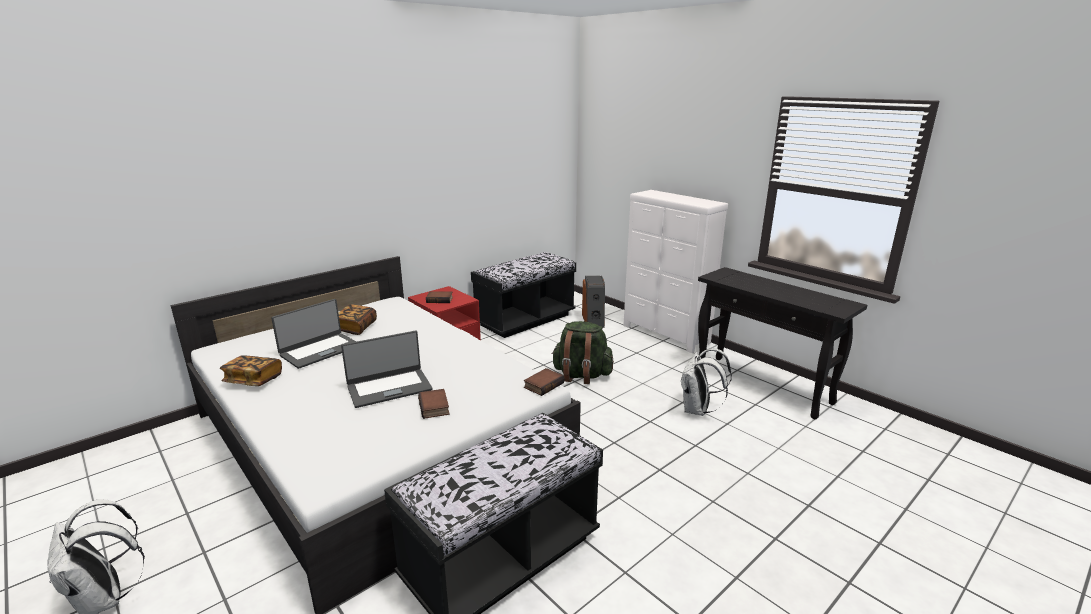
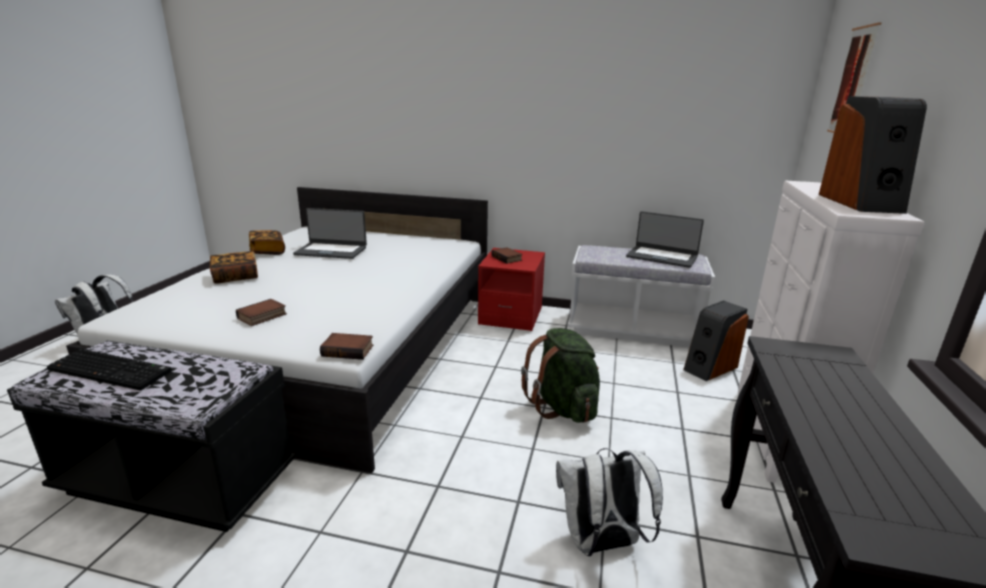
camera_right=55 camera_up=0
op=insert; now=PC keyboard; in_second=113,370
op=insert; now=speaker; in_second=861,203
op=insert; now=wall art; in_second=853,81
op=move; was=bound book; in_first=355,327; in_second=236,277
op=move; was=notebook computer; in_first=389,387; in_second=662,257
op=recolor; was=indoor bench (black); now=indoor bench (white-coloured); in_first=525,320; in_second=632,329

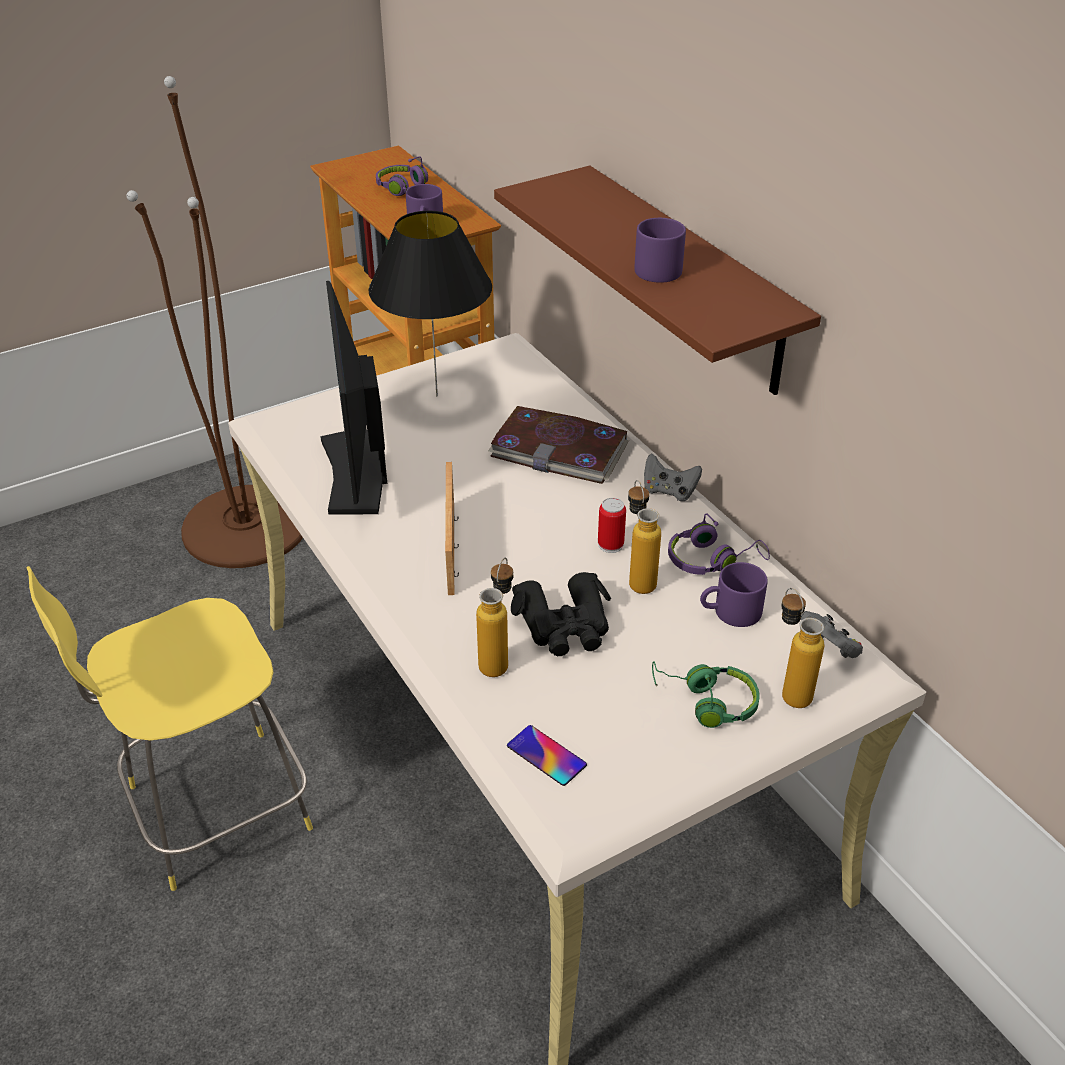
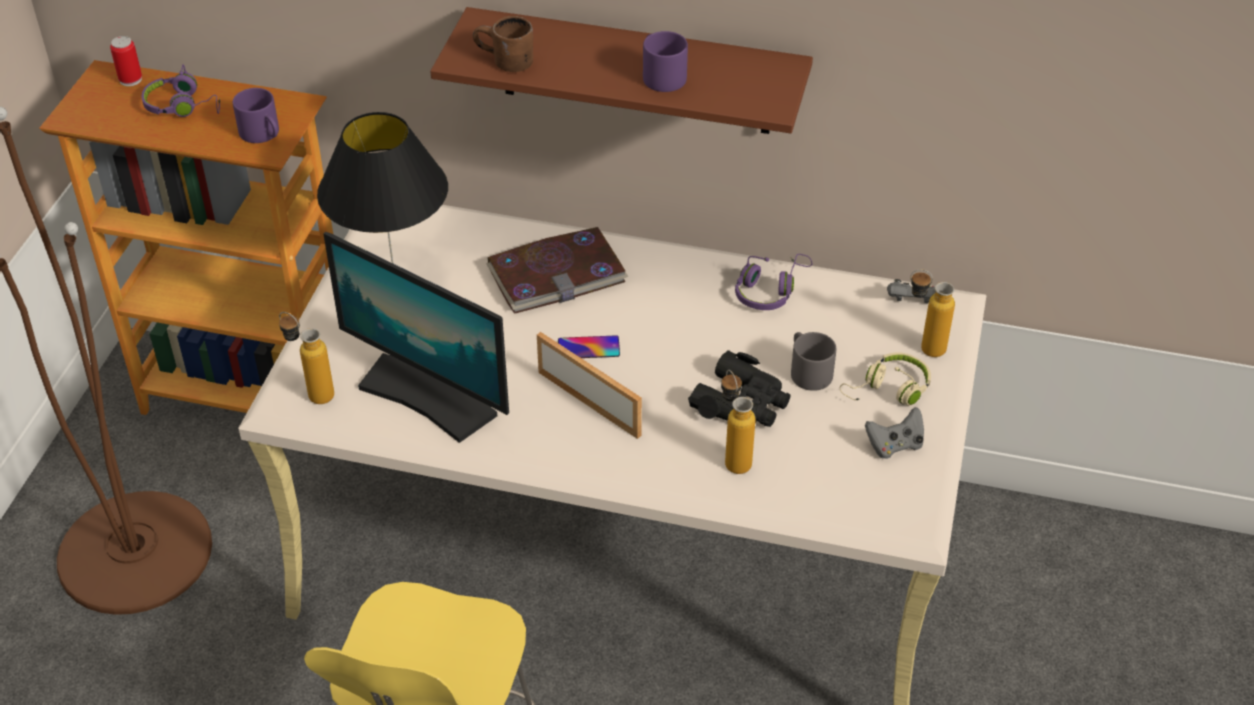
camera_right=-45 camera_up=5
op=delete; was=coffee mug (purple); in_first=730,613
op=insert; now=coffee mug (brown); in_second=504,63
op=insert; now=coffee mug (gray); in_second=807,371
op=move; was=handset; in_first=546,755; in_second=588,348
op=move; was=sealed can; in_first=610,545; in_second=130,79
op=move; was=bottle; in_first=638,578; in_second=312,392
op=move; was=game controller (gray); in_first=669,491; in_second=894,445
op=recolor; was=pair of headphones (greenish); now=pair of headphones (beige-coloured); in_first=706,701; in_second=888,390

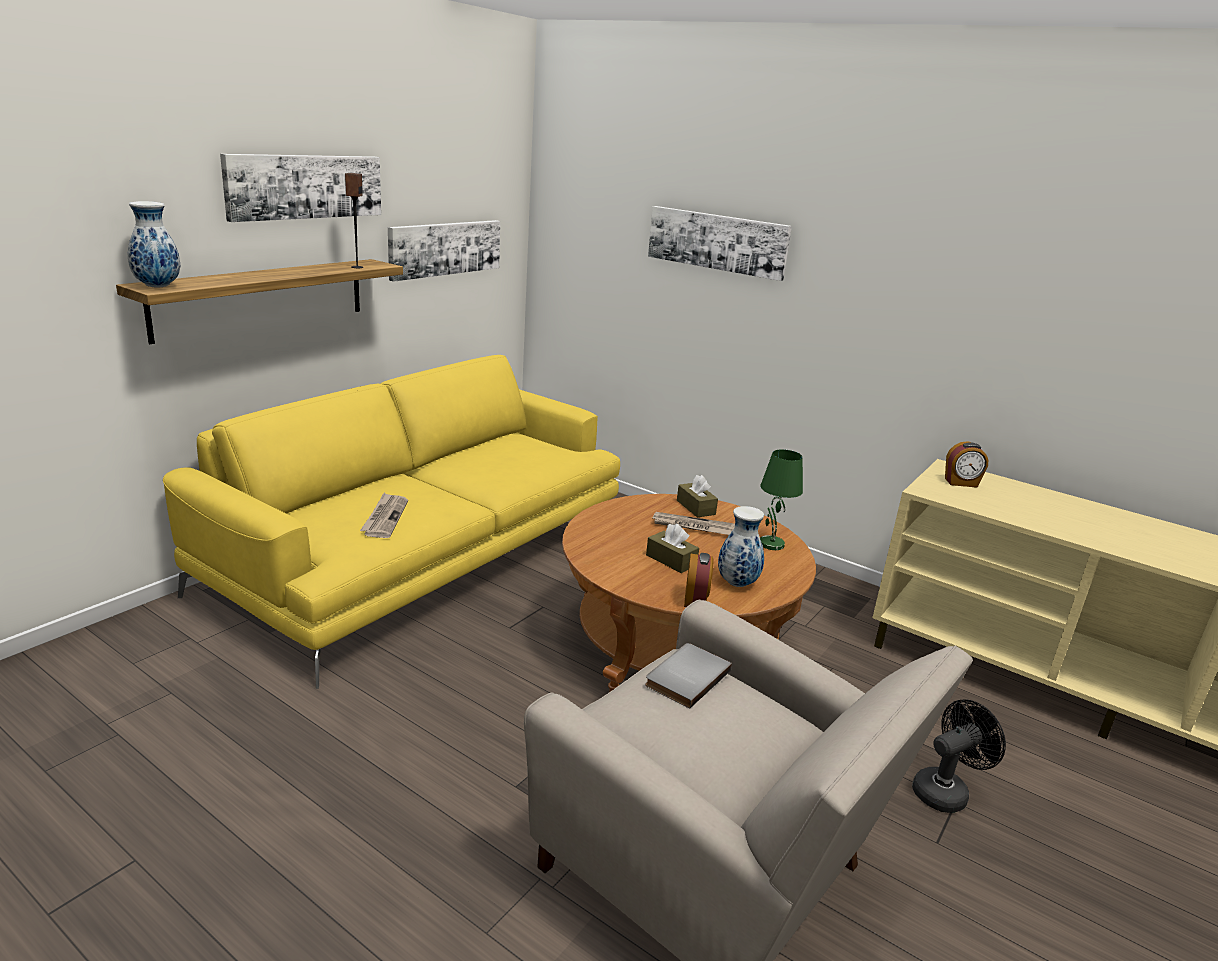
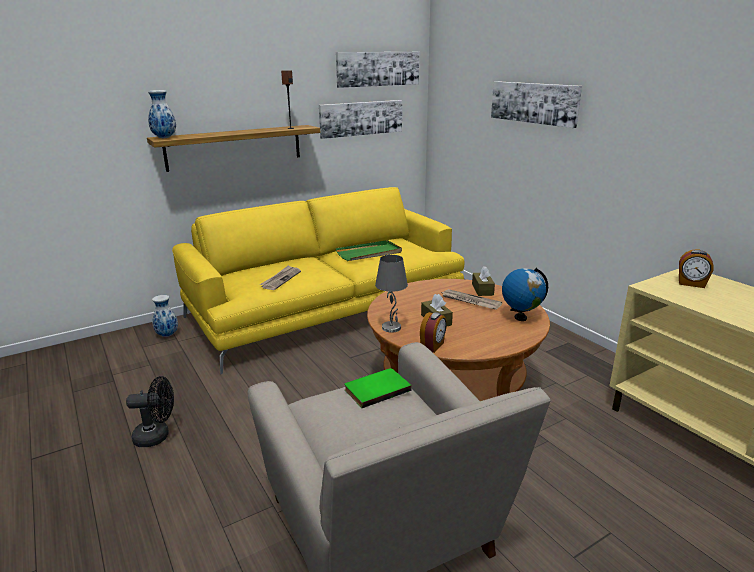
camera_right=25 camera_up=0
op=insert; now=tray (greenish); in_second=369,253
op=insert; now=tabletop lamp (gray); in_second=392,328
op=move; was=wall art; in_first=305,186; in_second=378,69
op=move; was=vase; in_first=736,583; in_second=167,335
op=move; was=electric fan (black); in_first=945,791; in_second=157,436
op=replace; was=tabletop lamp (greenish); now=desk globe; in_first=770,544; in_second=520,317
op=recolor; was=bound book (gray); now=bound book (greenish); in_first=685,676; in_second=376,389

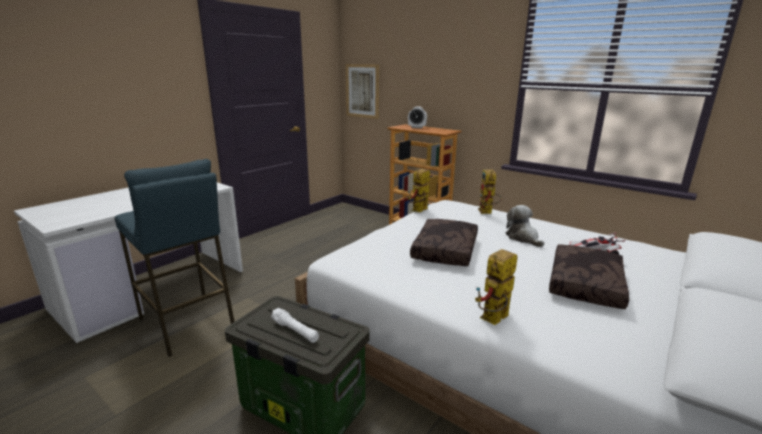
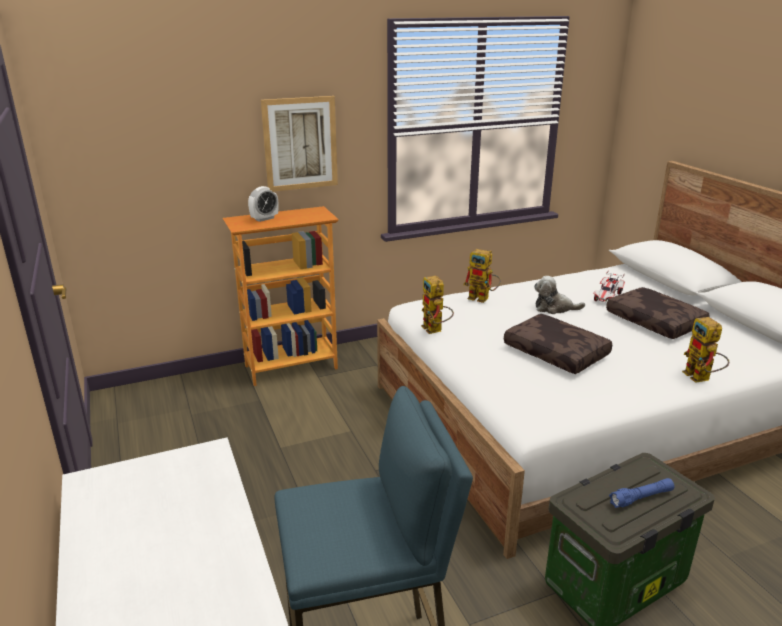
camera_right=-60 camera_up=5
op=move; was=wall art; in_first=362,91; in_second=300,144
op=recolor; was=flashlight (white-coloured); now=flashlight (blue); in_first=295,331; in_second=641,498

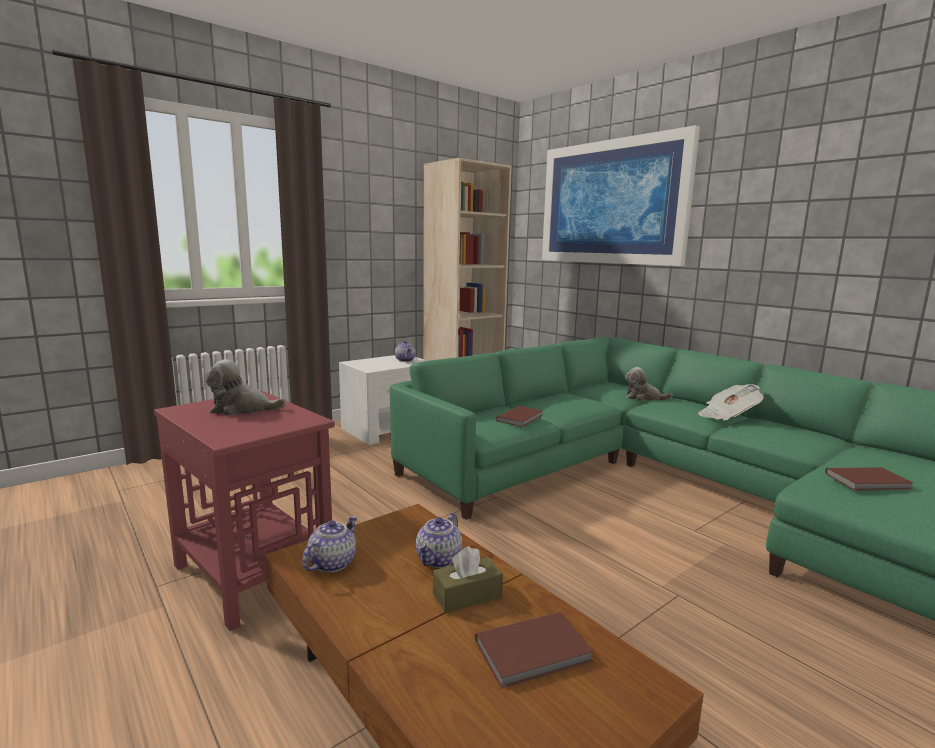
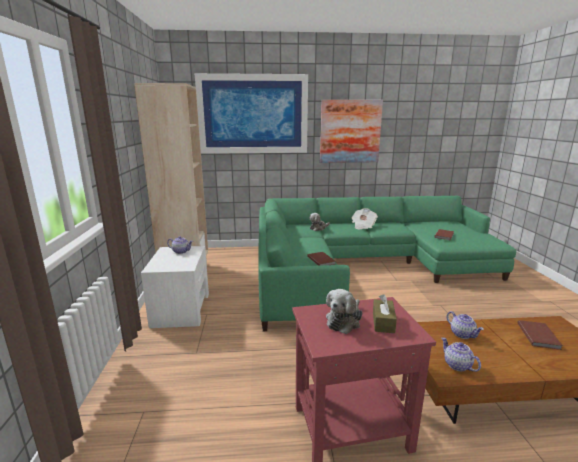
camera_right=-55 camera_up=5
op=insert; now=wall art; in_second=350,131
op=move; was=box of tissues (brown); in_first=467,595; in_second=383,322

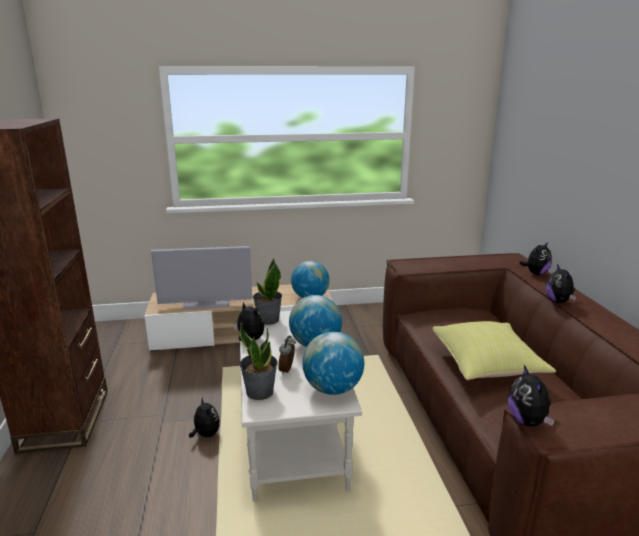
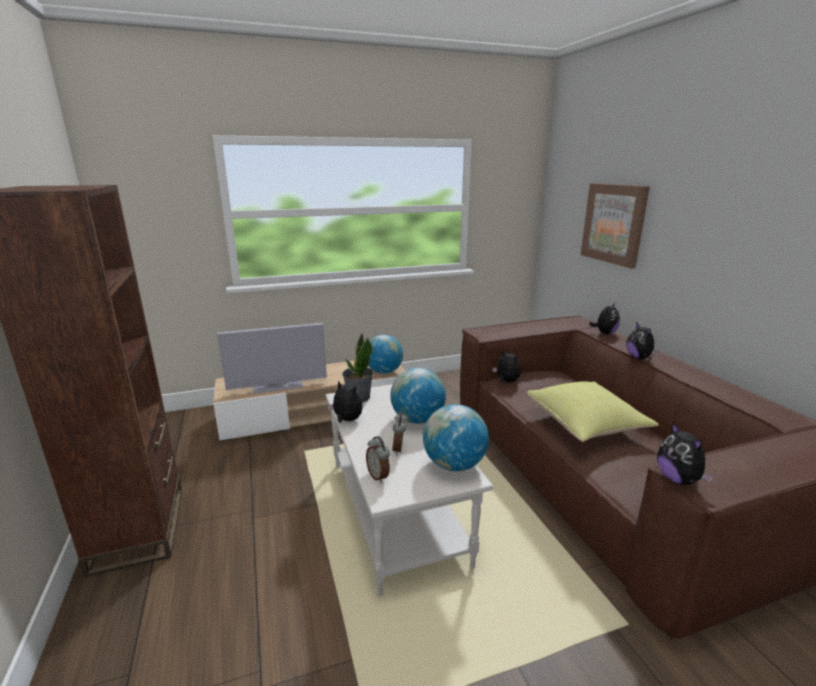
camera_right=-10 camera_up=0
op=insert; now=wall art; in_second=614,223
op=move; was=cuddly toy; in_first=205,434; in_second=506,381
op=replace; was=houseplant; now=alarm clock; in_first=259,392; in_second=378,476

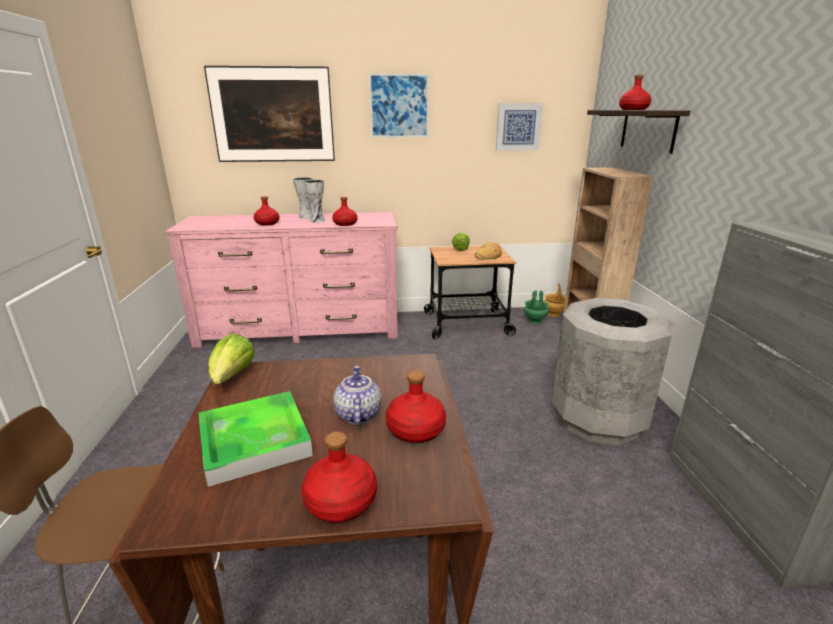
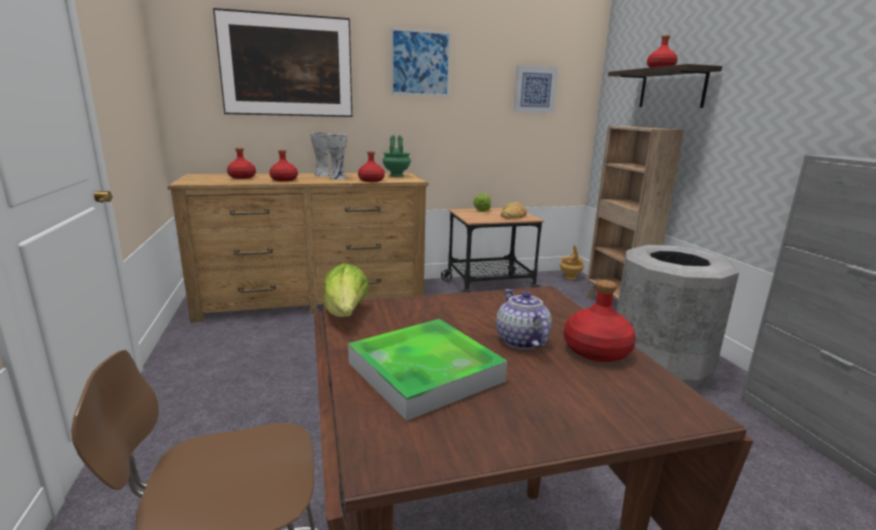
camera_right=-10 camera_up=-5
op=move; was=bottle (red); in_first=340,500; in_second=242,177
op=move; was=vase (greenish); in_first=534,321; in_second=396,176
op=recolor; was=dresser (pink-coloured); now=dresser (brown); in_first=300,329; in_second=313,299

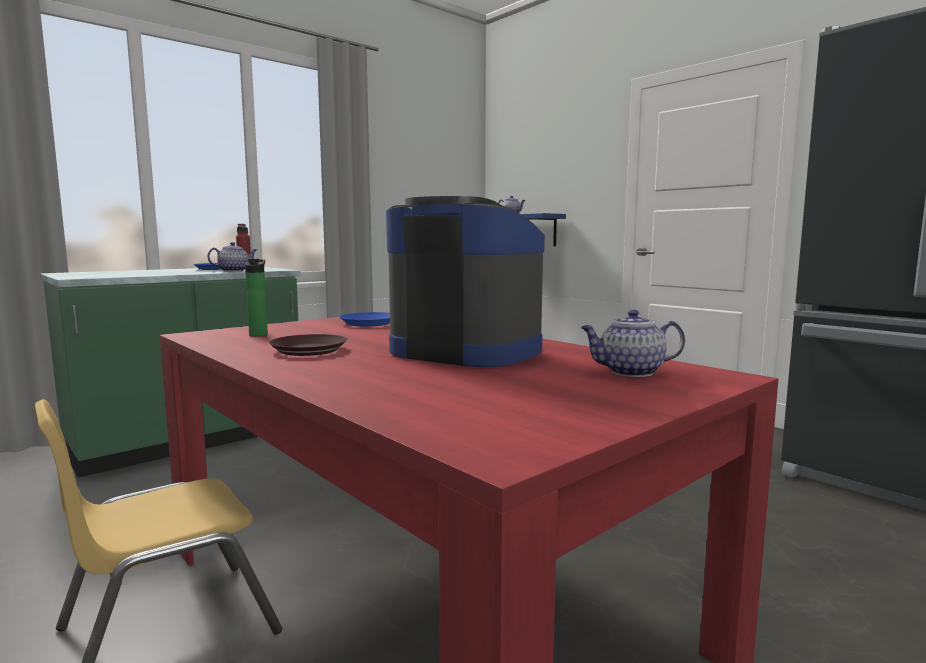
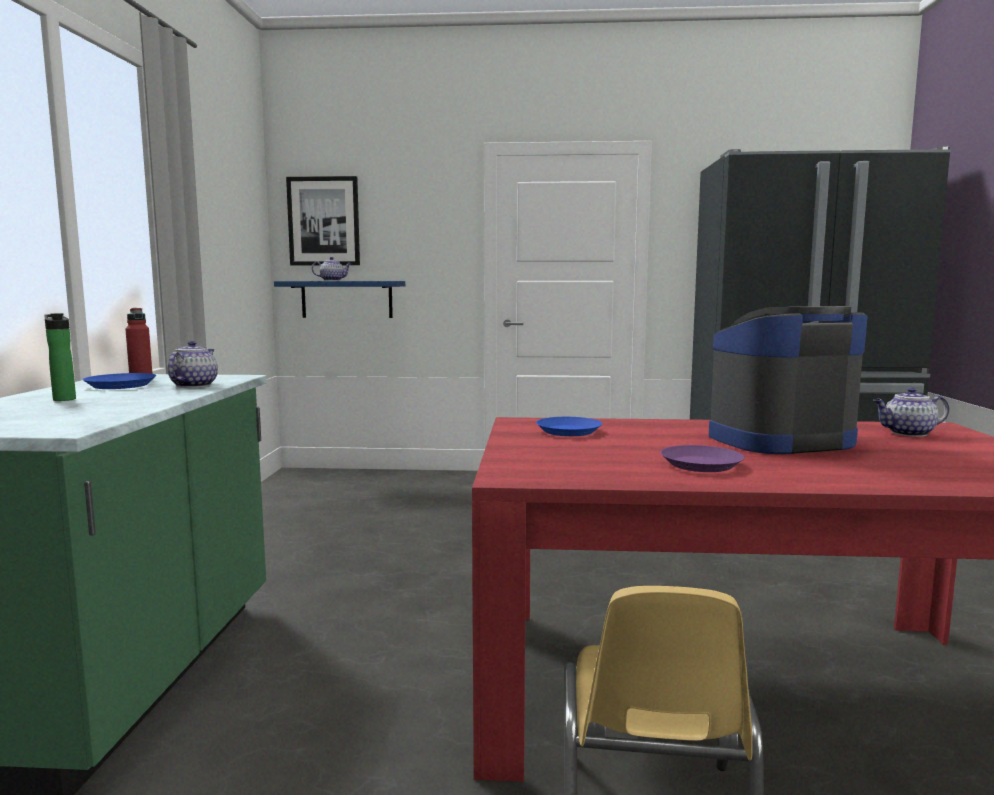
camera_right=-45 camera_up=0
op=insert; now=wall art; in_second=324,221
op=move; was=bottle; in_first=259,334; in_second=63,399
op=recolor; was=dinner plate (brown); now=dinner plate (purple); in_first=309,350; in_second=702,465
op=rotate; was=tea pot; in_first=630,372; in_second=907,433; clockwise=45

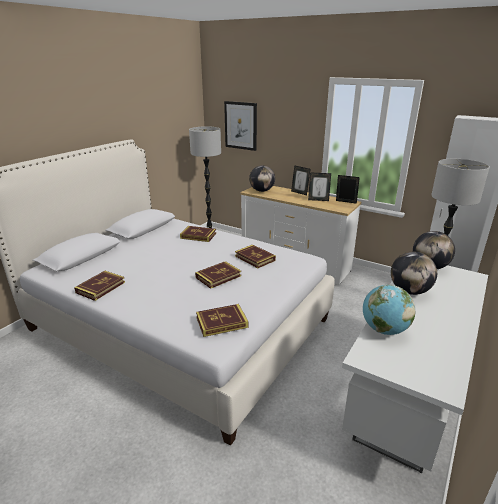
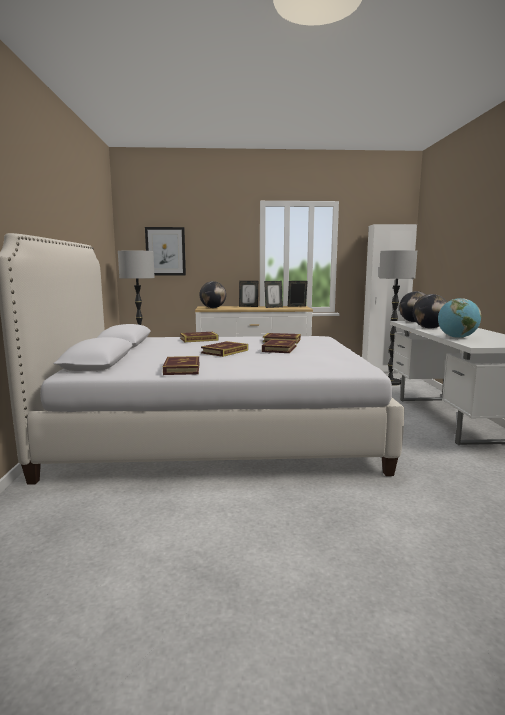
camera_right=-35 camera_up=-15
op=move; was=bound book; in_first=222,322; in_second=225,351

